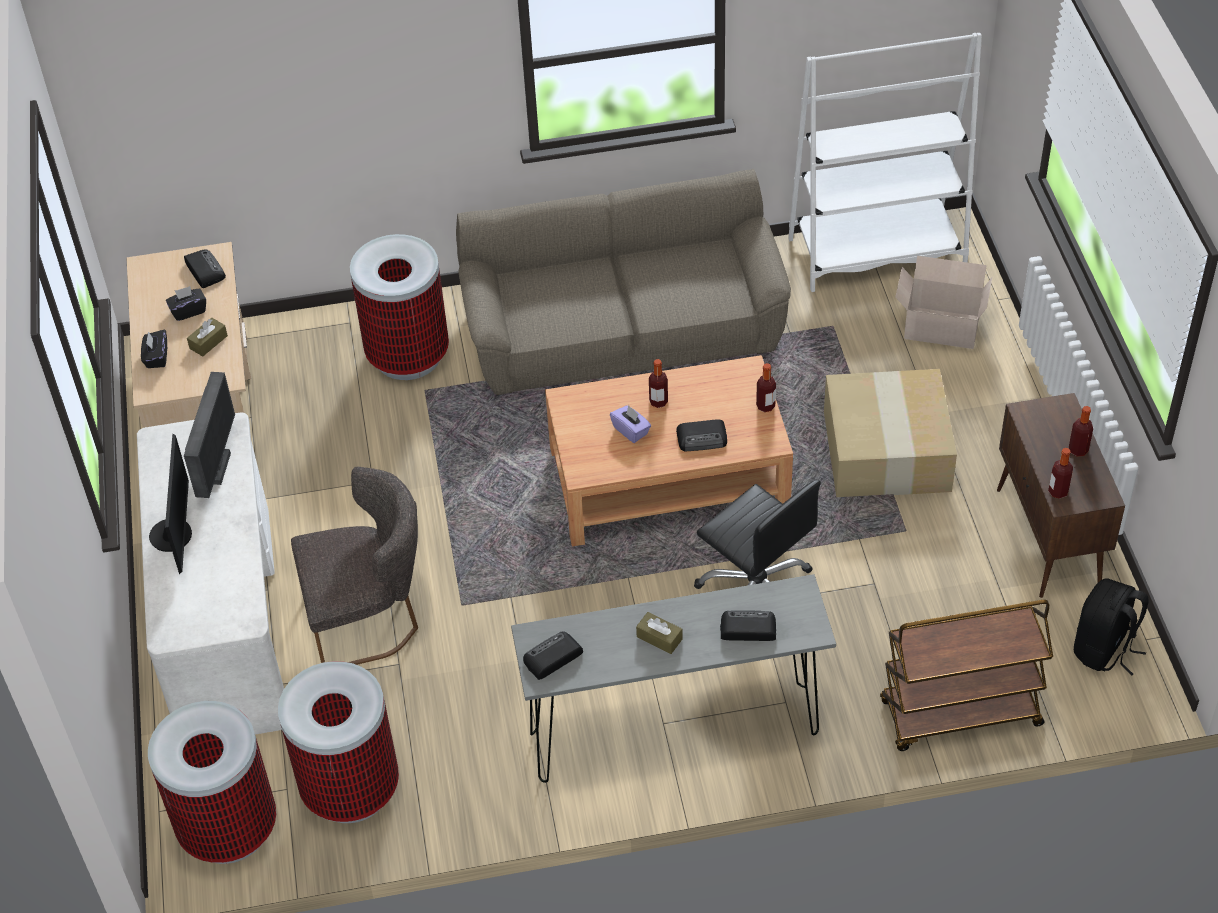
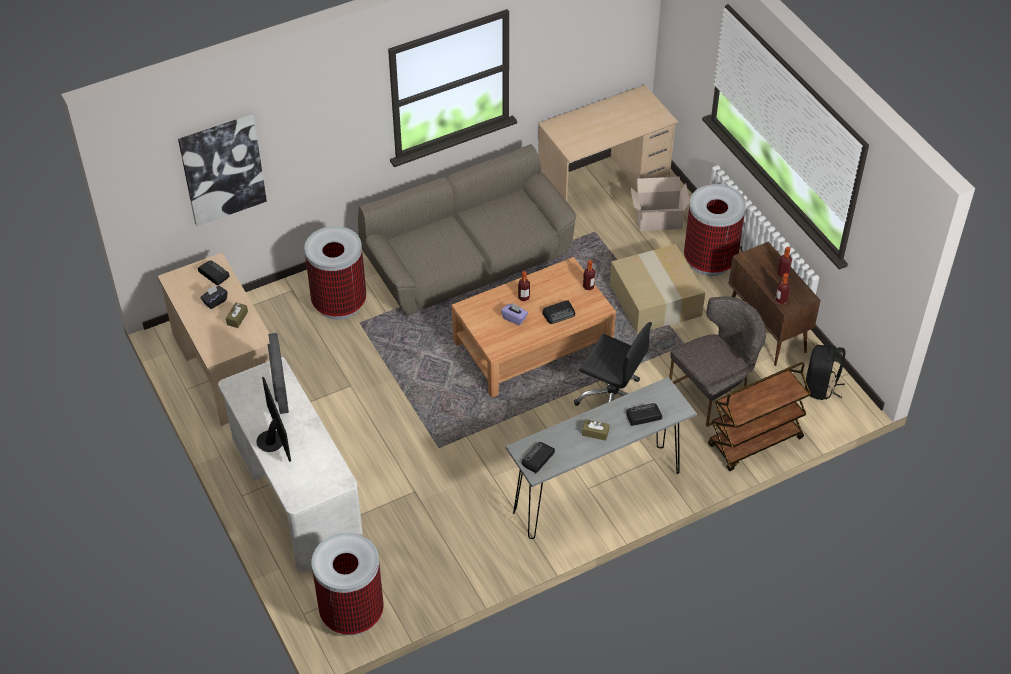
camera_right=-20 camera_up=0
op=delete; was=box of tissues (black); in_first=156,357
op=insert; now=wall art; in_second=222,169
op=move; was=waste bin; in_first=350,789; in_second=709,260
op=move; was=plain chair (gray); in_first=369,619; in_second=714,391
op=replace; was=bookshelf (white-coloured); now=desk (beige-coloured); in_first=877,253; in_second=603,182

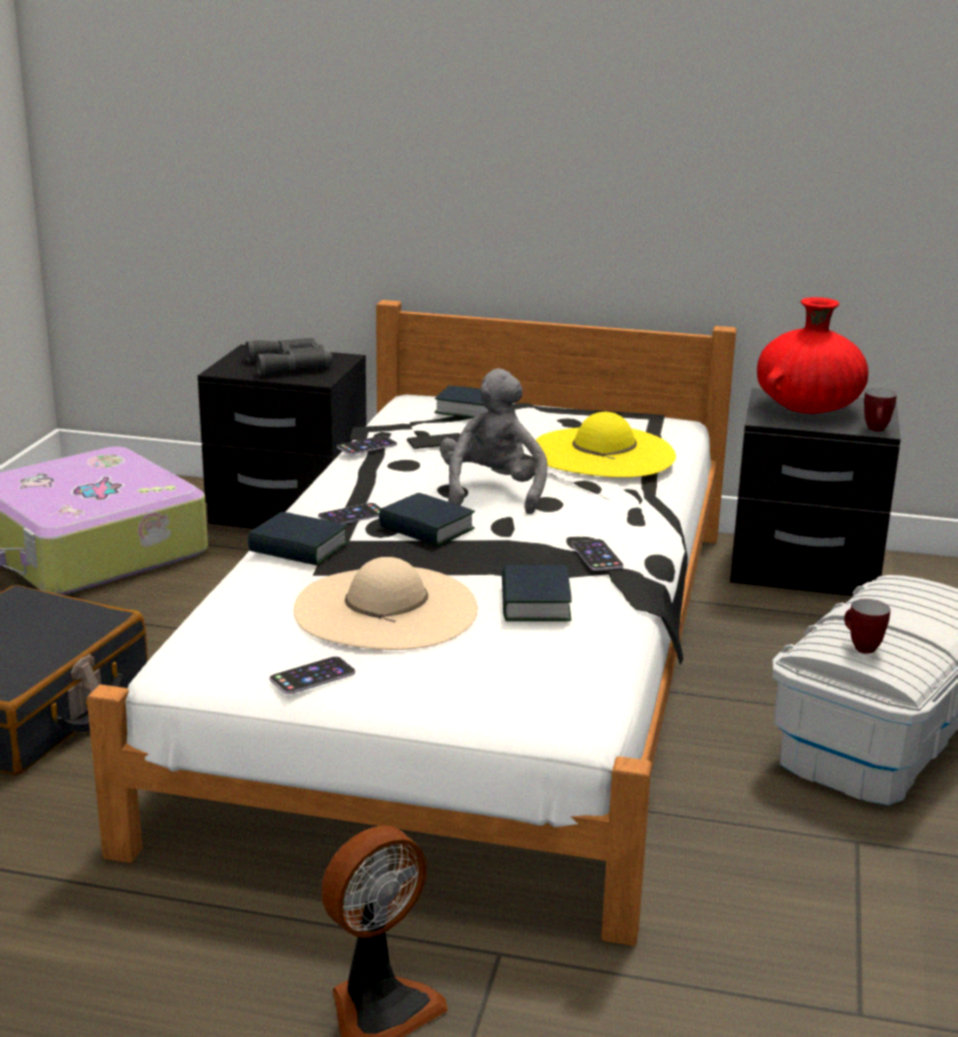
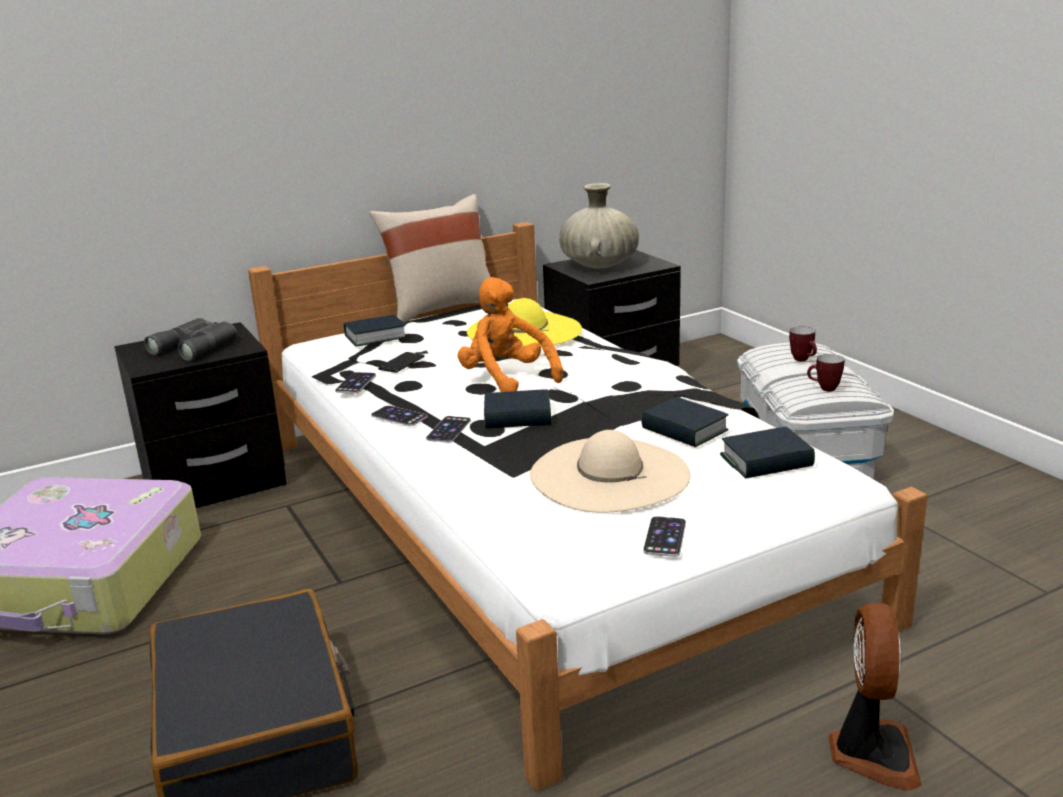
camera_right=-40 camera_up=0
op=insert; now=pillow (beige-coloured); in_second=440,308
op=move; was=bound book; in_first=298,548; in_second=766,461
op=move; was=handset; in_first=597,555; in_second=399,416
op=move; was=coffee mug; in_first=876,430; in_second=803,360
op=recolor; was=cuddly toy (gray); now=cuddly toy (orange-coloured); in_first=492,492; in_second=506,379
op=recolor; was=vase (red); now=vase (beige-coloured); in_first=807,408; in_second=599,265

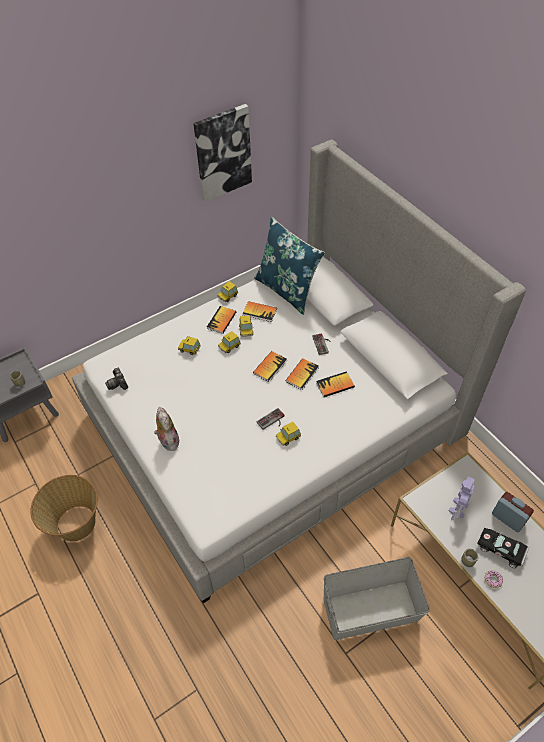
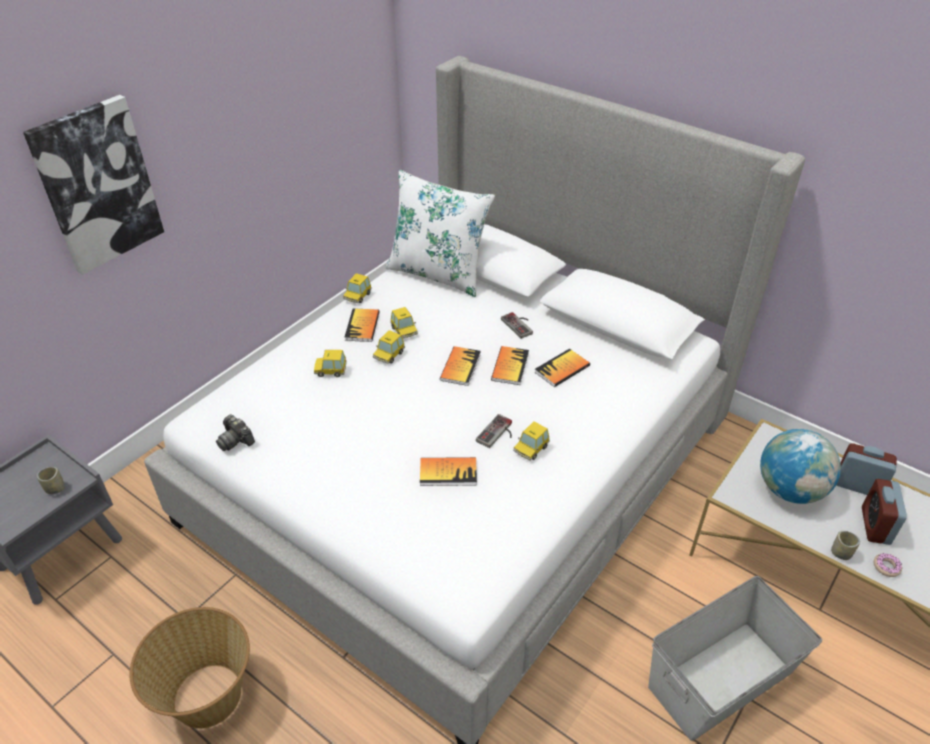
camera_right=-20 camera_up=-10
op=delete; was=cuddly toy; in_first=168,440
op=move; was=wall art; in_first=223,153; in_second=97,185
op=move; was=bound book; in_first=259,312; in_second=448,472
op=replace; was=robot figure; now=desk globe; in_first=458,508; in_second=790,490
op=replace; was=model car (black); now=alarm clock; in_first=502,550; in_second=875,526
op=recolor; was=pillow (blue); now=pillow (white-coloured); in_first=287,290; in_second=438,273

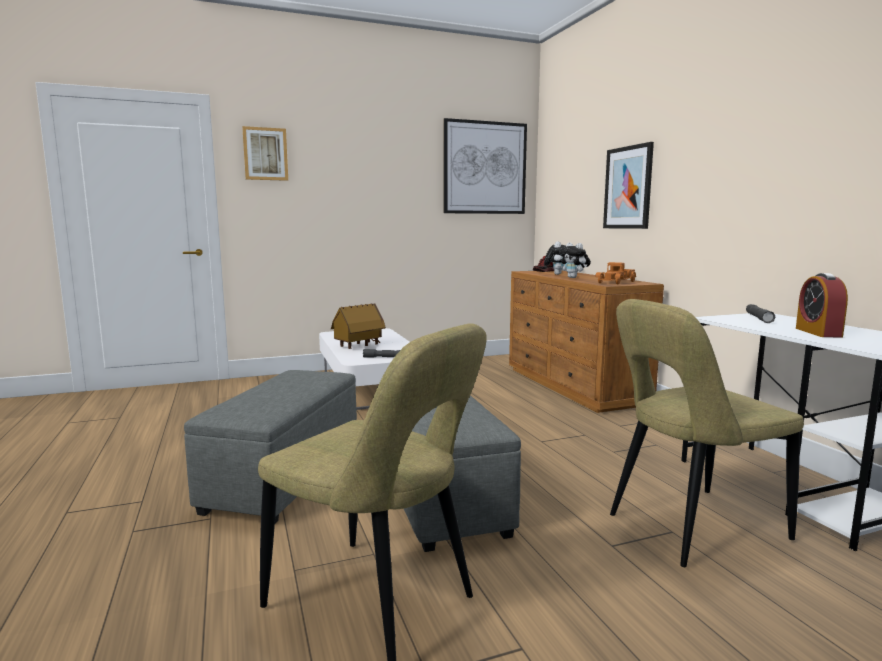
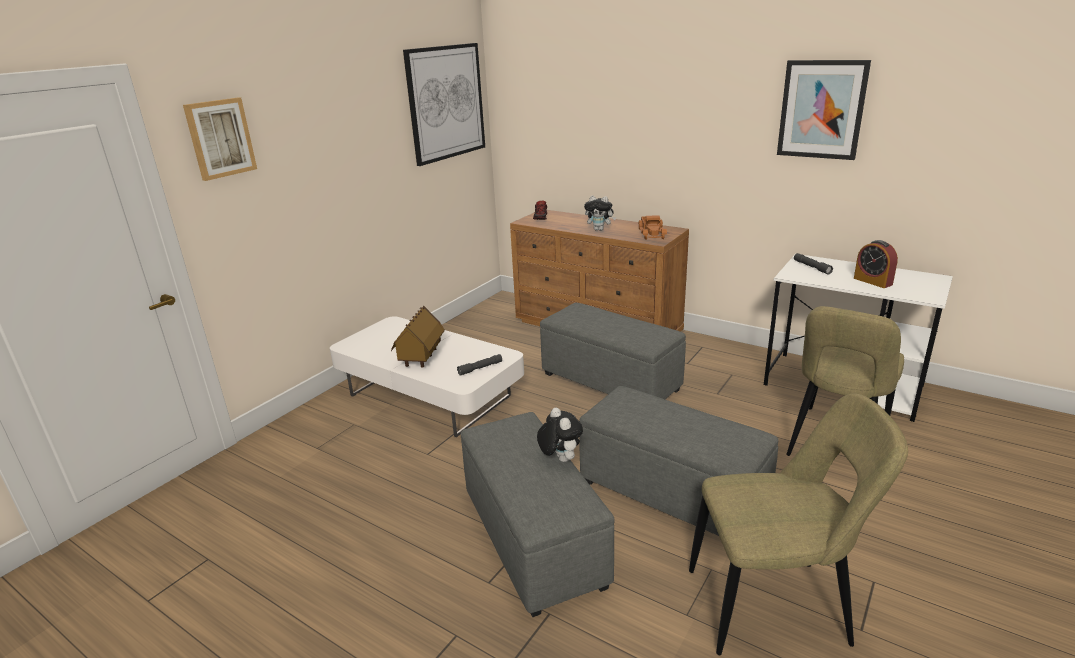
camera_right=-35 camera_up=15
op=insert; now=footrest (gray); in_second=611,382
op=move; was=cuddly toy; in_first=555,274; in_second=559,459
op=move; was=wall art; in_first=628,187; in_second=821,109

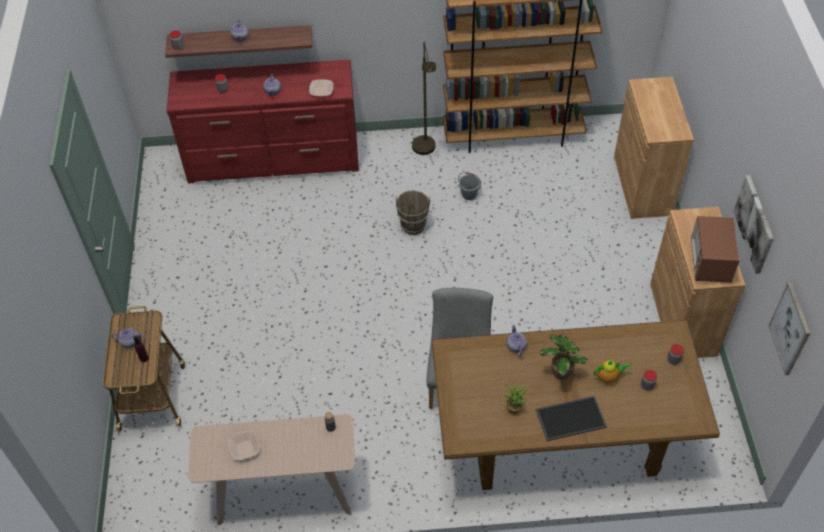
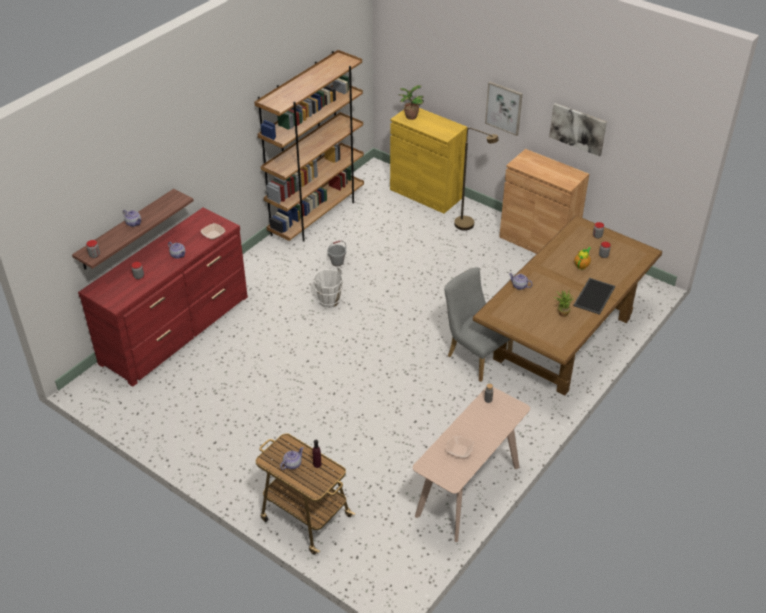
camera_right=-50 camera_up=-10
op=delete; was=microwave; in_first=709,262
op=move; was=standing lamp (brown); in_first=425,151; in_second=469,226
op=move; was=houseplant; in_first=560,372; in_second=410,117
op=move; was=wall art; in_first=790,329; in_second=504,108
op=recolor; was=bucket (brown); now=bucket (white-coloured); in_first=413,225; in_second=329,301
op=recolor; was=cupboard (brown); now=cupboard (yellow-coloured); in_first=642,185; in_second=426,193

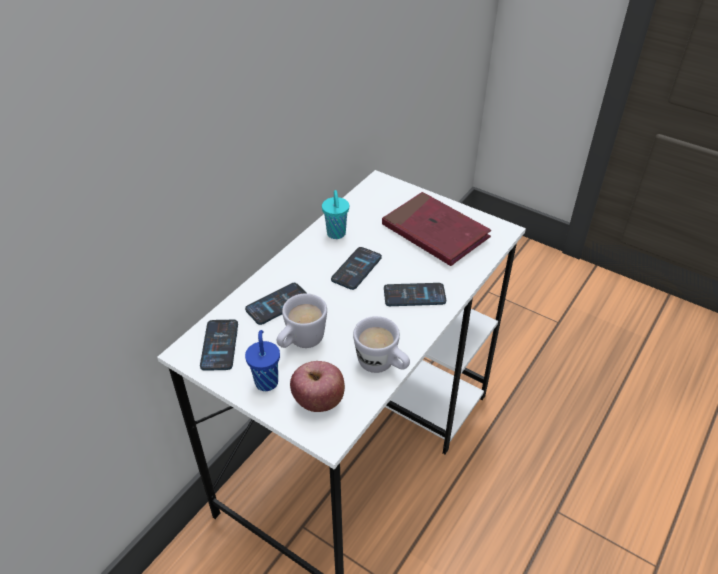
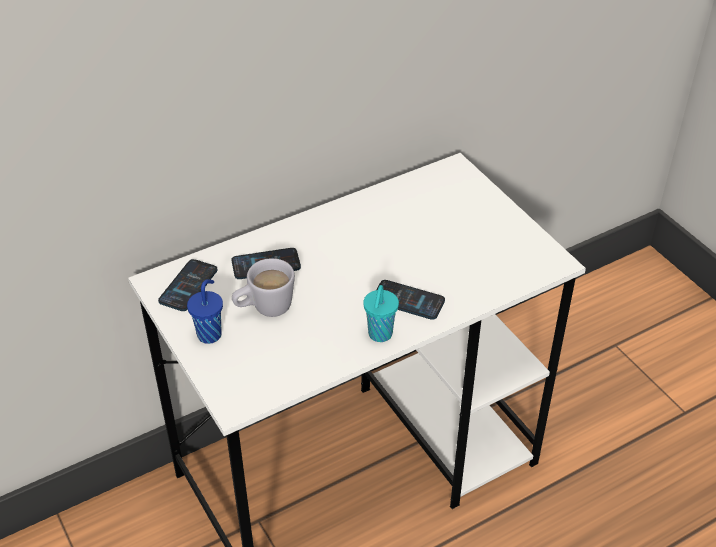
camera_right=25 camera_up=0
op=delete; was=apple; in_first=319,401
op=delete; was=handset; in_first=356,269
op=delete; was=coffee mug (white-coloured); in_first=382,366
op=delete; was=bound book (red); in_first=435,232
op=move; was=cup (turquoise); in_first=336,234; in_second=379,335

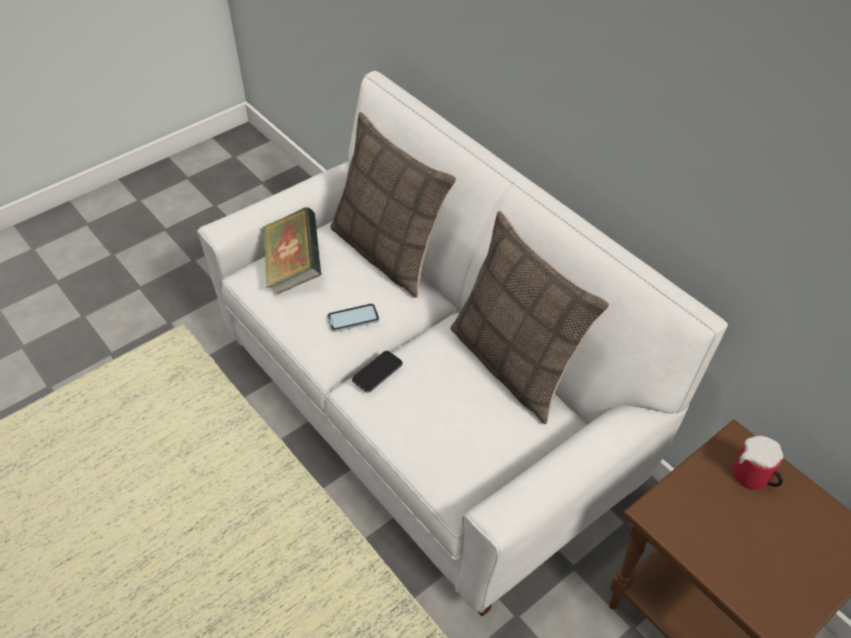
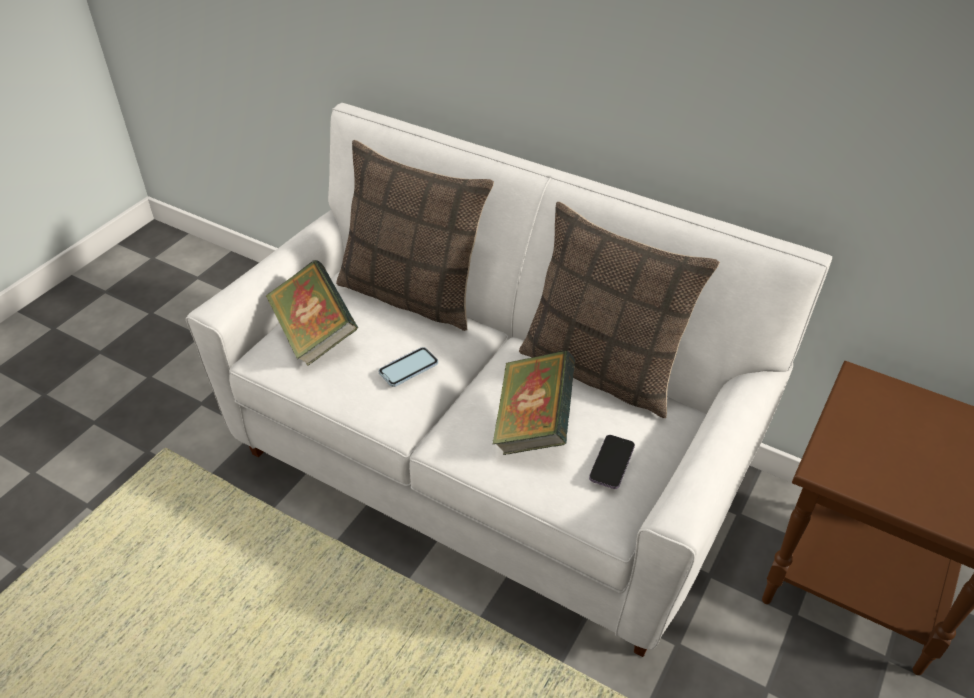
camera_right=-20 camera_up=-5
op=delete; was=coffee mug; in_first=754,479
op=insert; now=bound book; in_second=533,424
op=move; was=handset; in_first=377,373; in_second=611,463

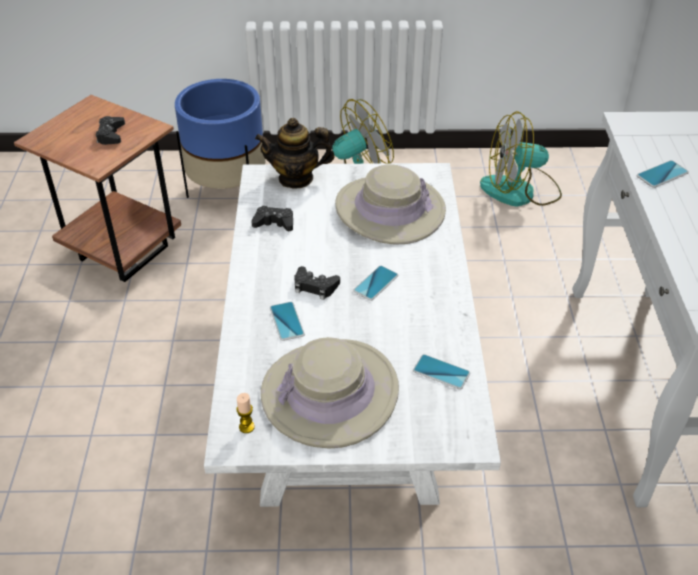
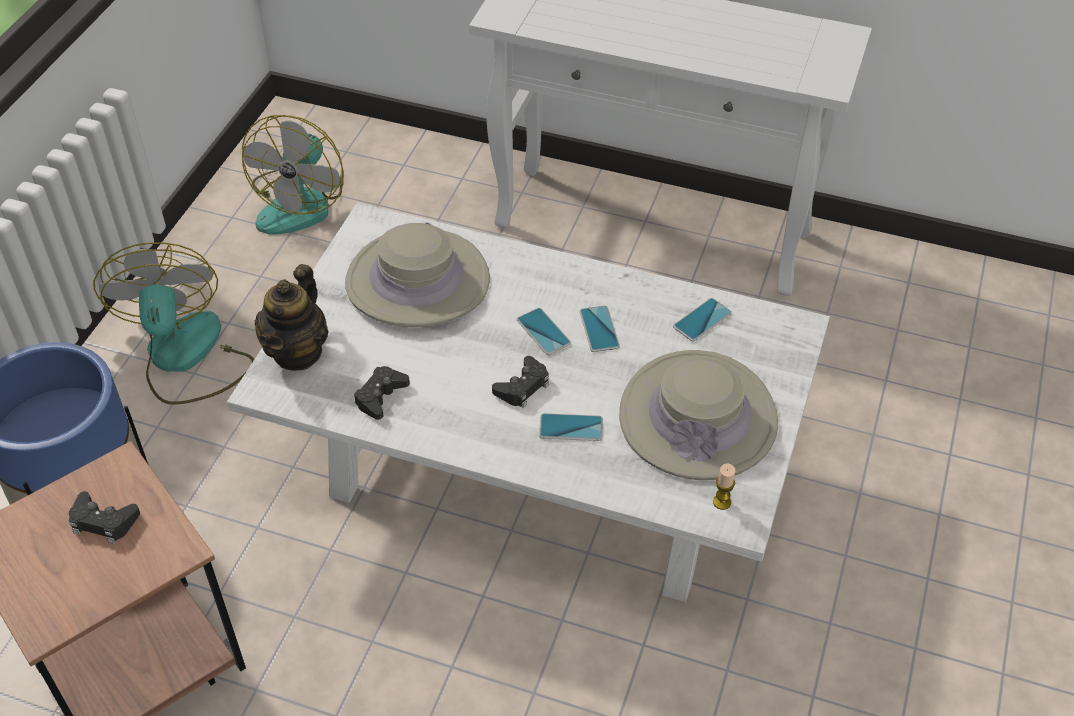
camera_right=-70 camera_up=5
op=move; was=handset; in_first=662,175; in_second=599,329

